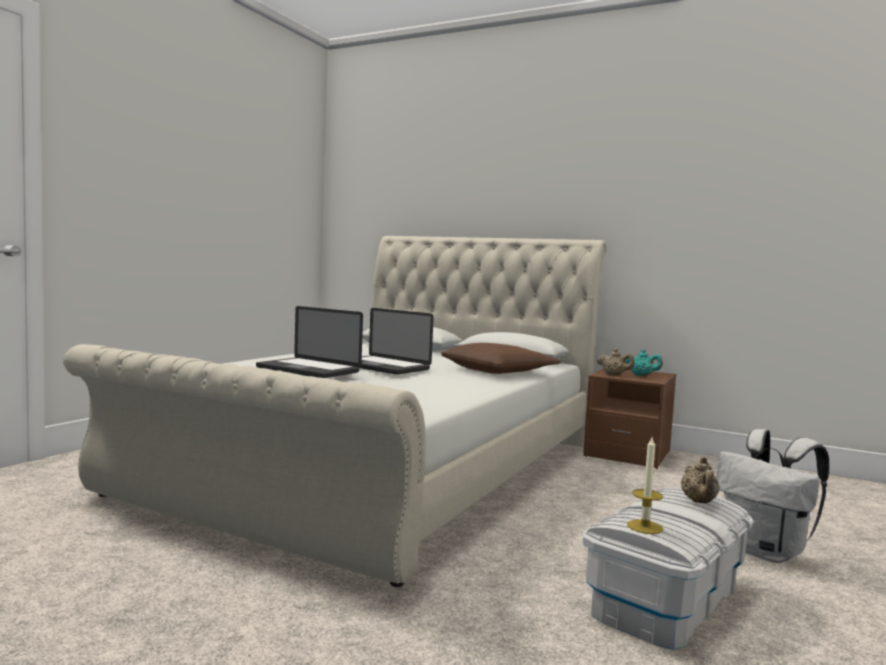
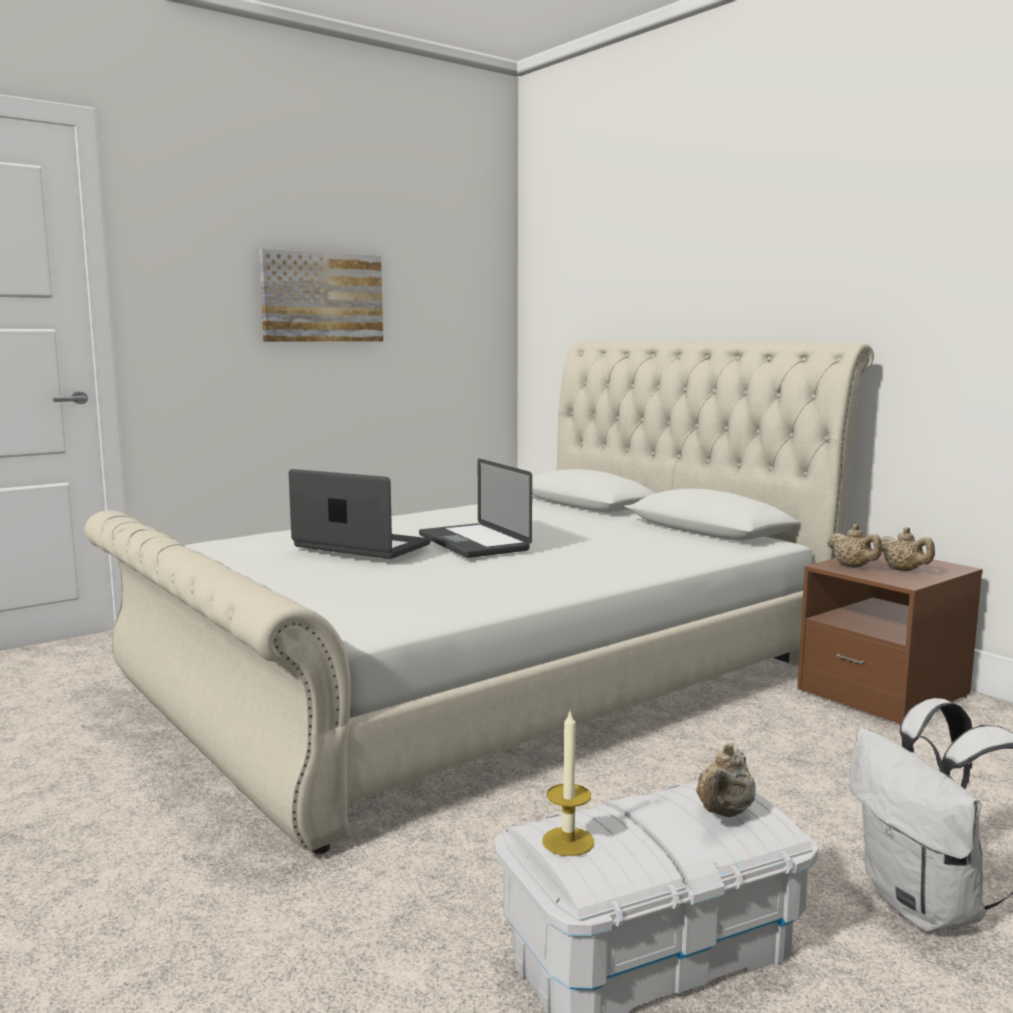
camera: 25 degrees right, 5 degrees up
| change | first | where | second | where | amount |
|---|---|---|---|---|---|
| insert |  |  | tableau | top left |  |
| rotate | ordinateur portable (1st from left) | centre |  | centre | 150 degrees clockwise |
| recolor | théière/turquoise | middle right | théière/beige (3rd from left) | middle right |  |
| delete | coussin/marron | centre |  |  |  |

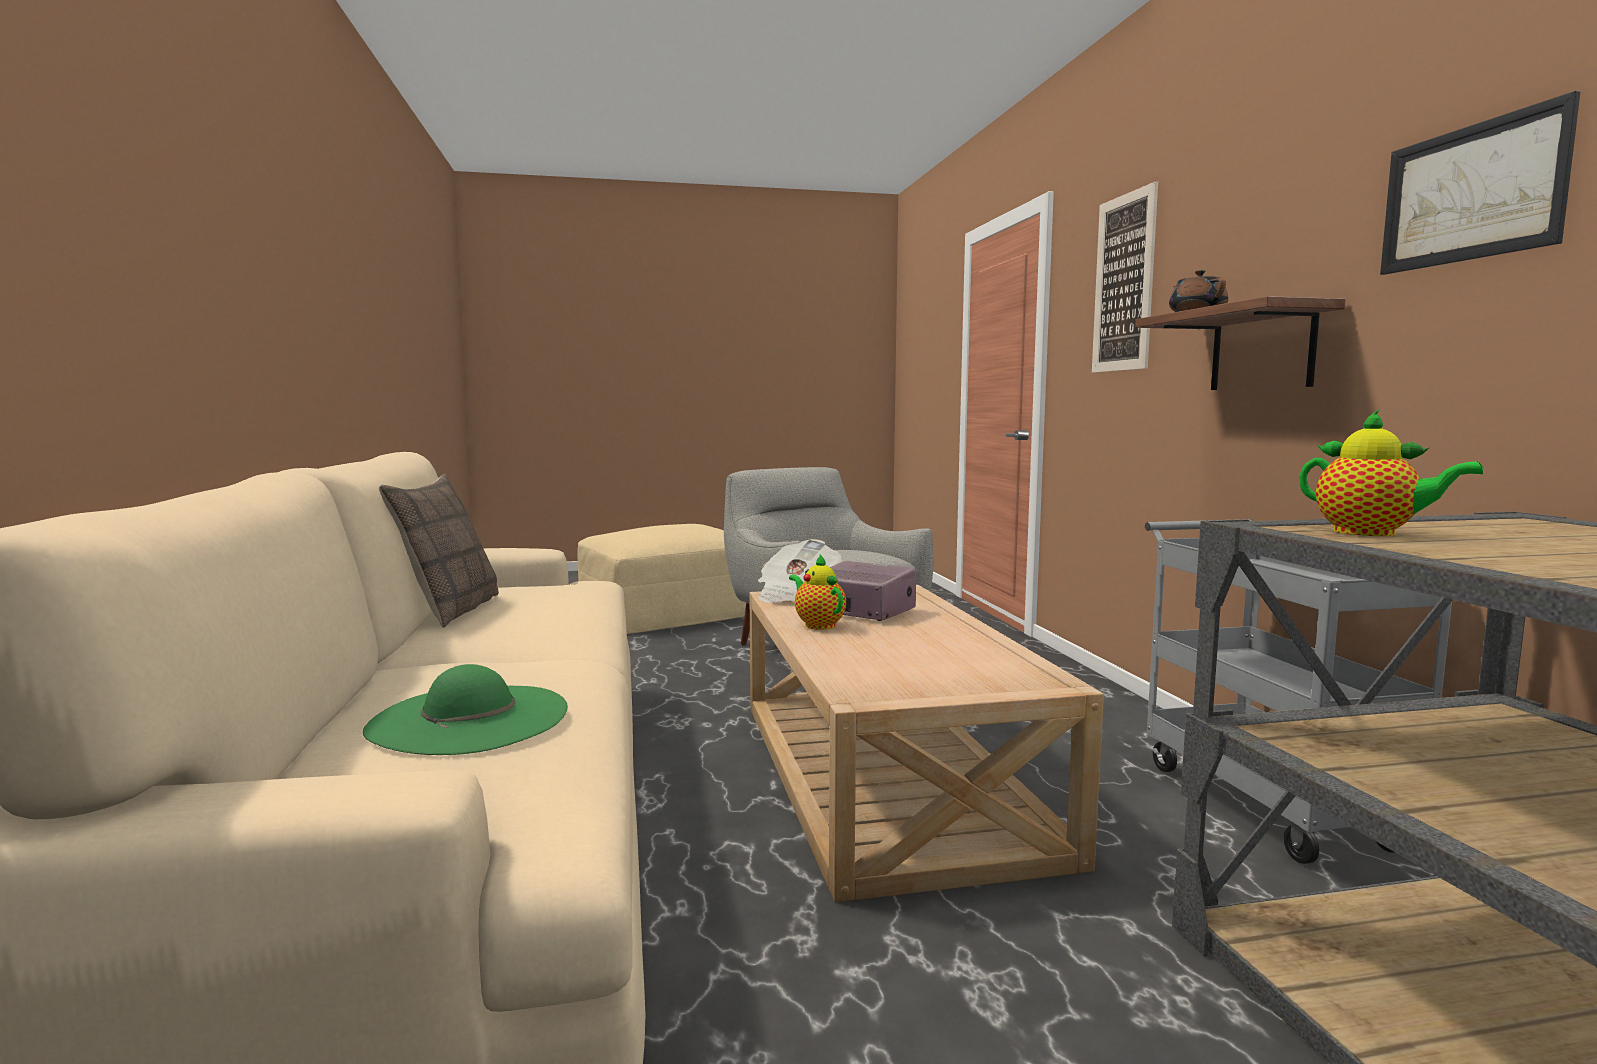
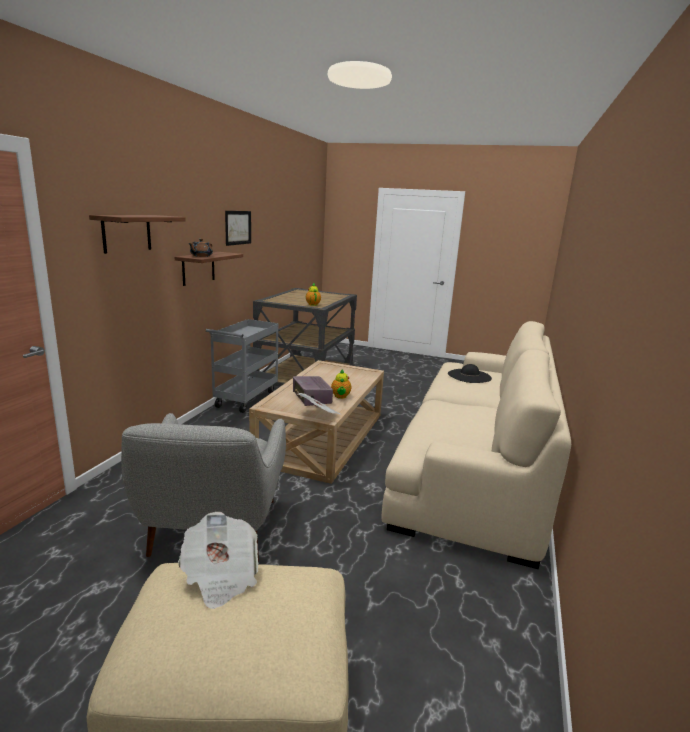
camera: 150 degrees left, 10 degrees up
| change | first | where | second | where | amount |
|---|---|---|---|---|---|
| replace | tableau (1st from left) | top right | étagère (1st from left) | top left |  |
| insert |  |  | journal (1st from left) | bottom left |  |
| recolor | chapeau/vert | middle left | chapeau/noir | middle right |  |
| delete | coussin | middle left |  |  |  |

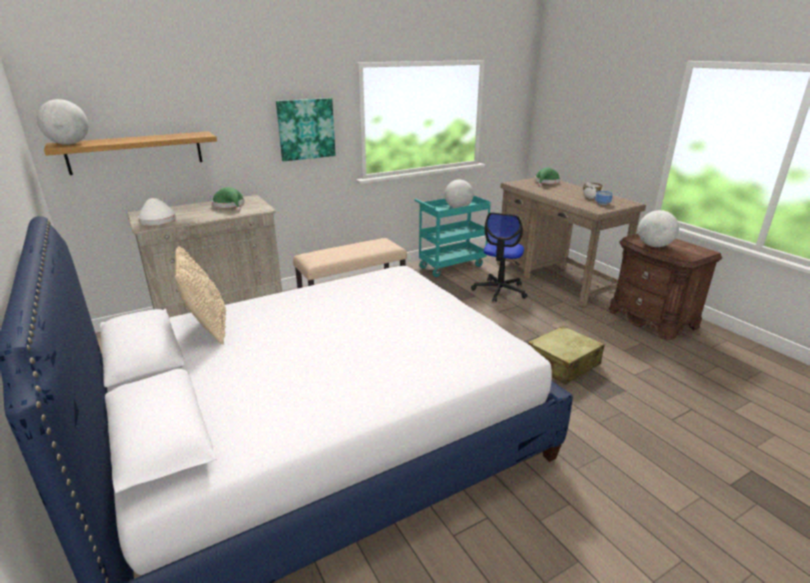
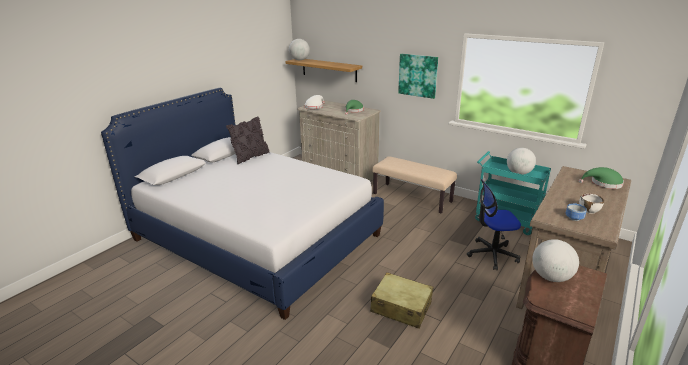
camera: 65 degrees right, 0 degrees up
| change | first | where | second | where | amount |
|---|---|---|---|---|---|
| recolor | coussin/beige | middle left | coussin/noir | centre |  |

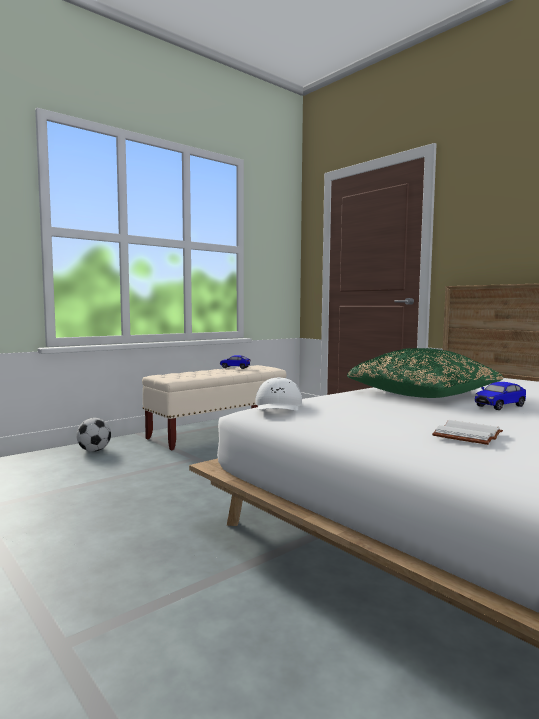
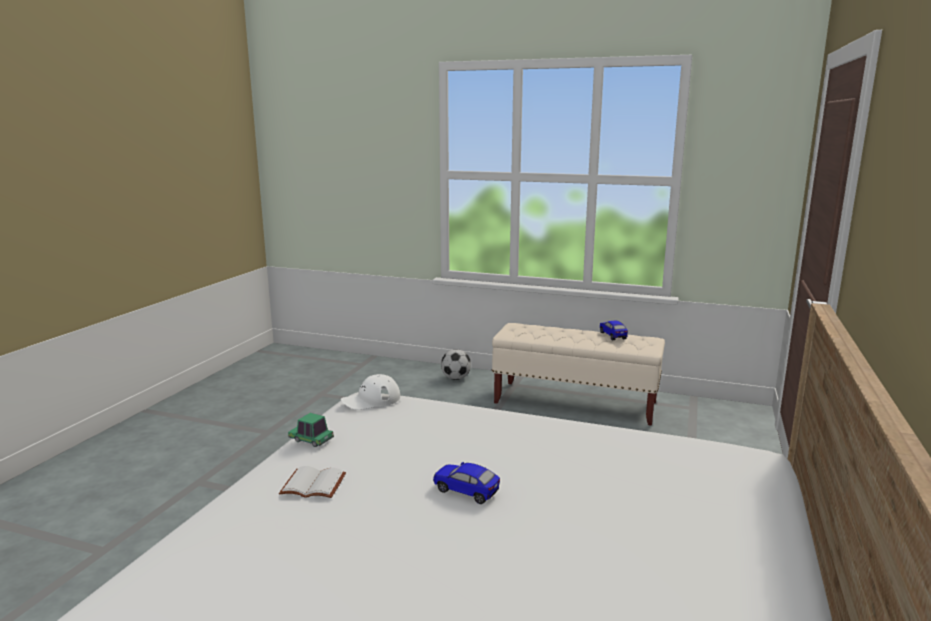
camera: 60 degrees right, 10 degrees up
| change | first | where | second | where | amount |
|---|---|---|---|---|---|
| insert |  |  | petite voiture (1st from left) | bottom centre |  |
| delete | coussin/vert | middle right |  |  |  |

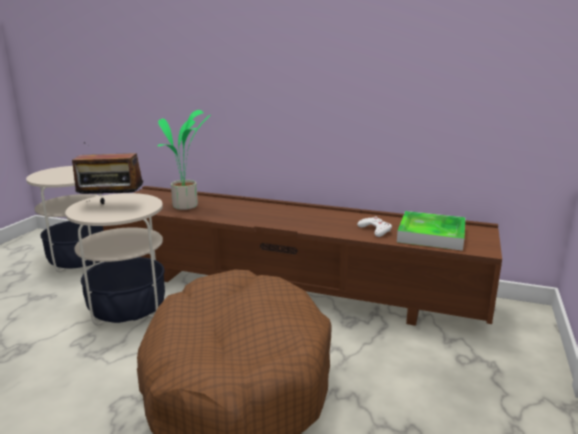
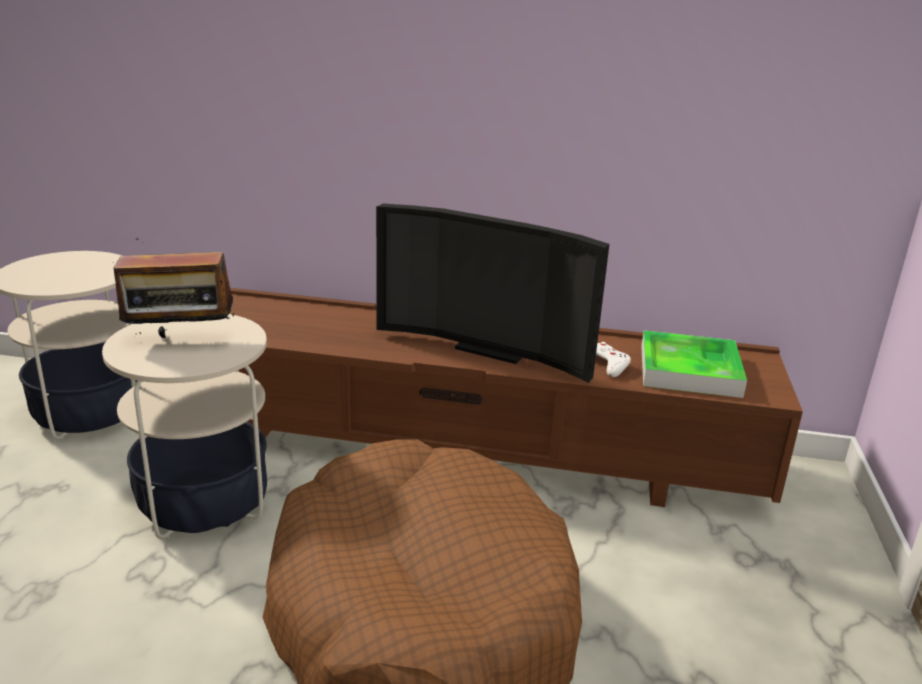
camera: 10 degrees left, 5 degrees up
| change | first | where | second | where | amount |
|---|---|---|---|---|---|
| insert |  |  | téléviseur | centre |  |
| delete | plante en pot | middle left |  |  |  |

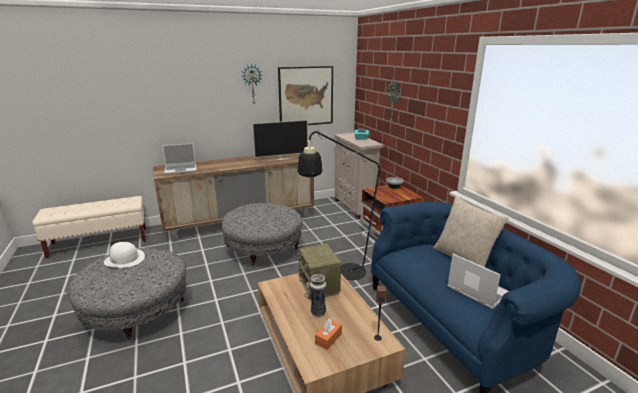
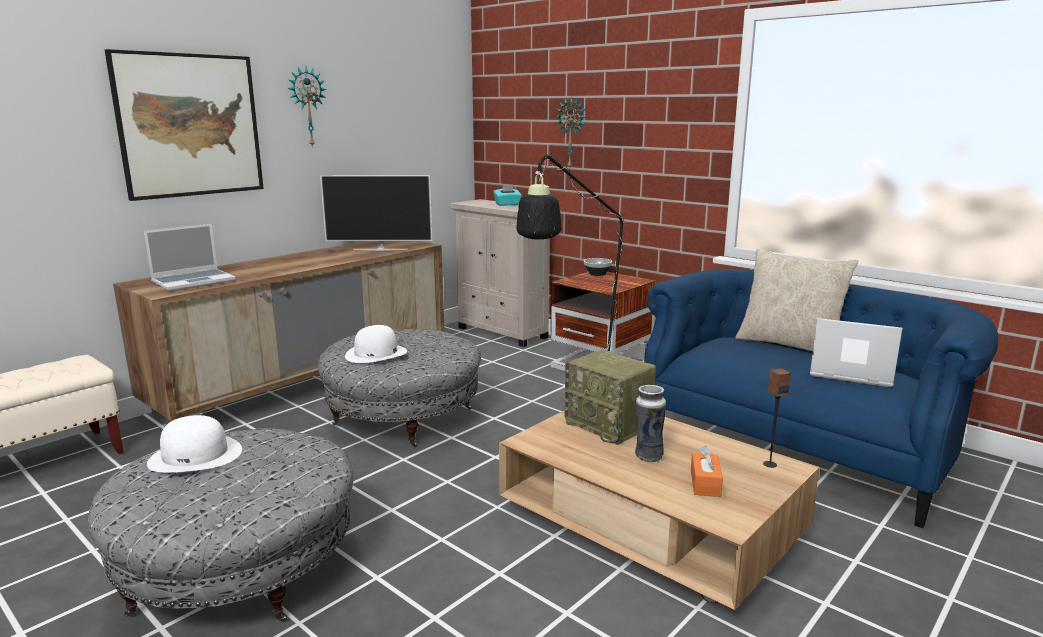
camera: 25 degrees left, 5 degrees down
| change | first | where | second | where | amount |
|---|---|---|---|---|---|
| move | tableau | top centre |  | top left |  |
| rotate | téléviseur | centre |  | centre | 45 degrees clockwise |
| insert |  |  | chapeau/blanc (2nd from left) | centre |  |

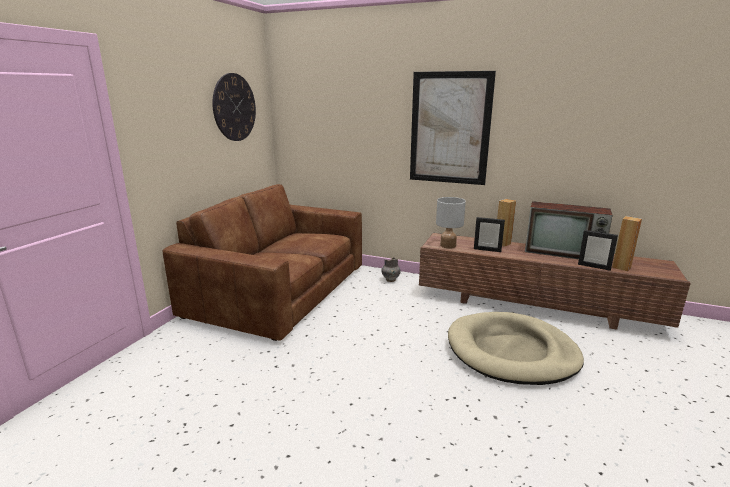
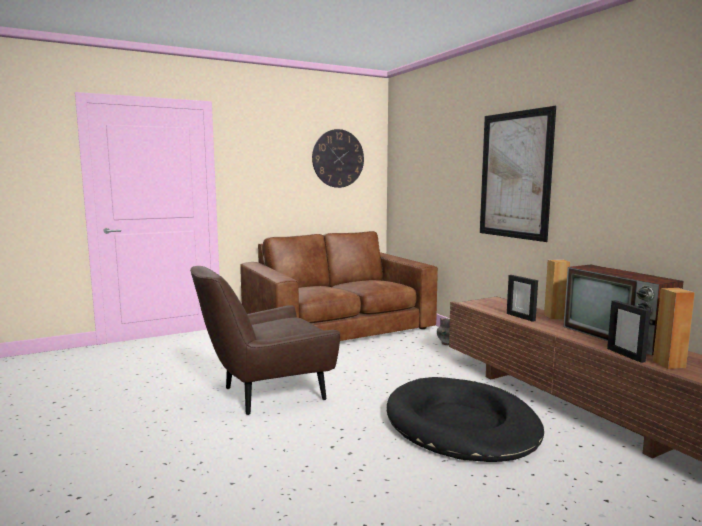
camera: 40 degrees right, 10 degrees down
| change | first | where | second | where | amount |
|---|---|---|---|---|---|
| insert |  |  | fauteuil/marron | centre |  |
| recolor | panier pour chien/beige | bottom right | panier pour chien/noir | bottom centre |  |
| delete | lampe de table/gris | centre |  |  |  |

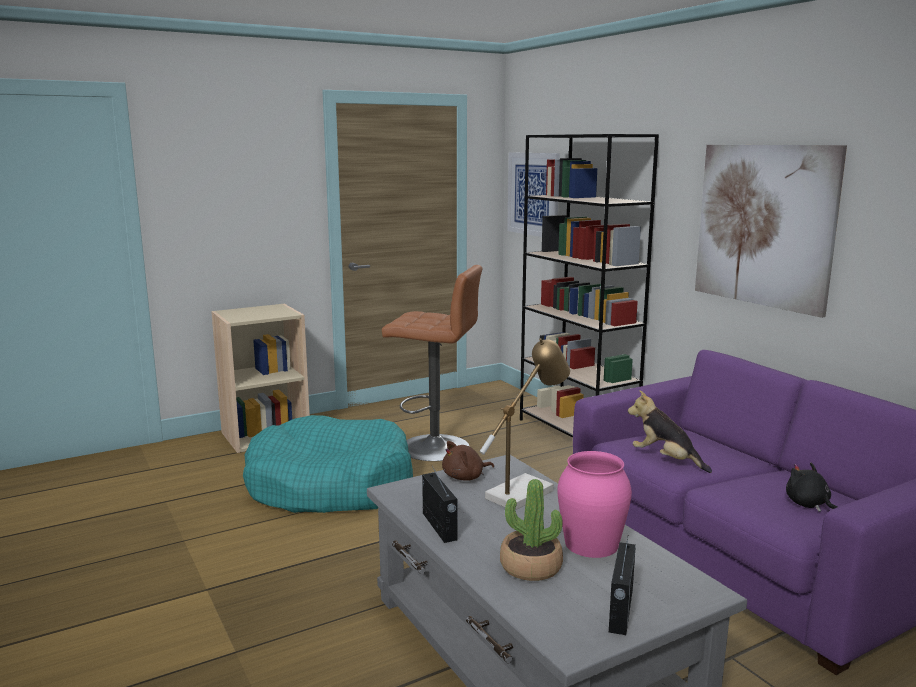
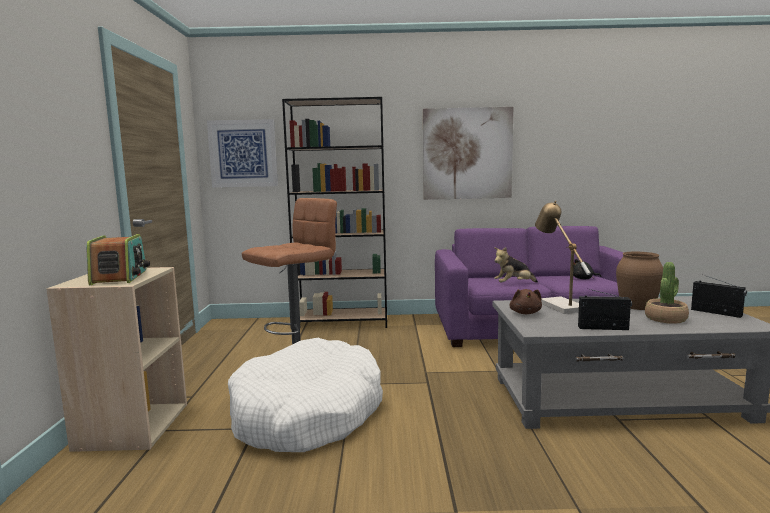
camera: 60 degrees left, 5 degrees down
| change | first | where | second | where | amount |
|---|---|---|---|---|---|
| insert |  |  | radio (1st from left) | middle left |  |
| recolor | panier pour chien/turquoise | bottom centre | panier pour chien/blanc | bottom centre |  |
| recolor | vase/rose | bottom centre | vase/marron | middle right |  |

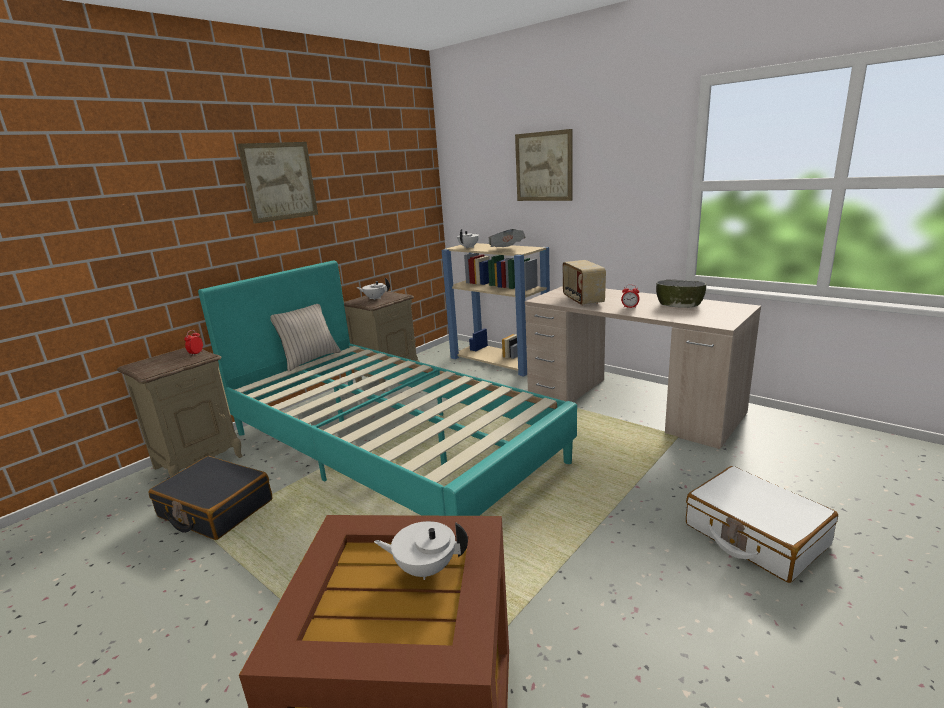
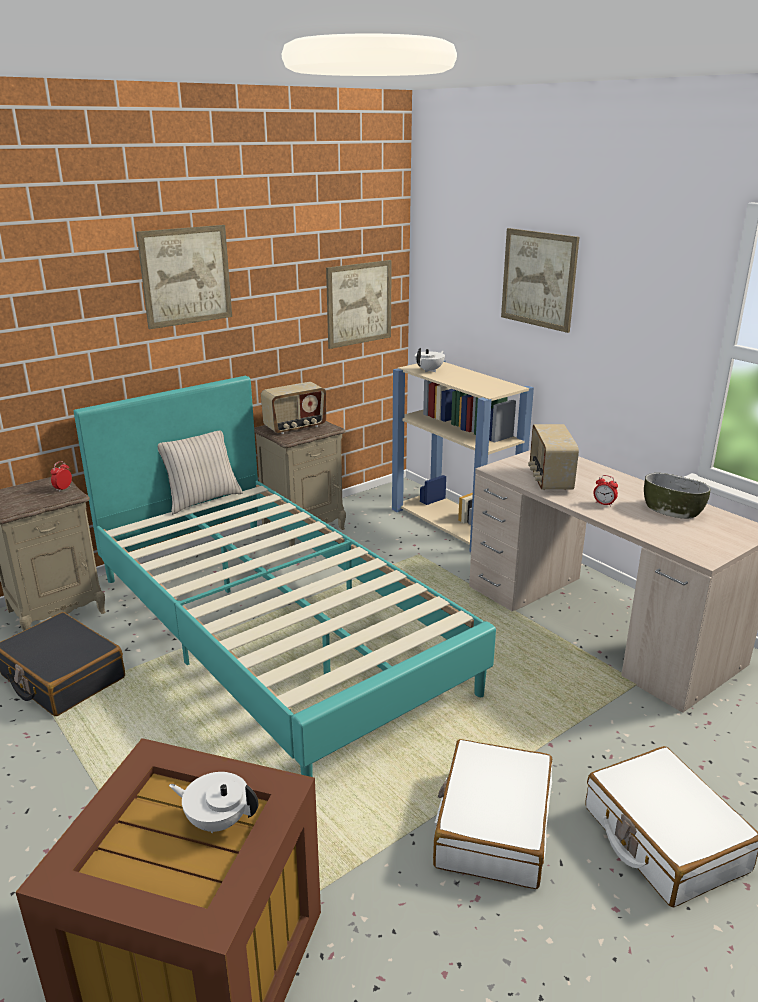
camera: 10 degrees right, 5 degrees up
| change | first | where | second | where | amount |
|---|---|---|---|---|---|
| replace | théière/blanc (1st from left) | centre | radio (1st from left) | centre |  |
| insert |  |  | tableau (2nd from left) | top centre |  |
| insert |  |  | valise/blanc (1st from left) | bottom centre |  |
| delete | journal | centre |  |  |  |

